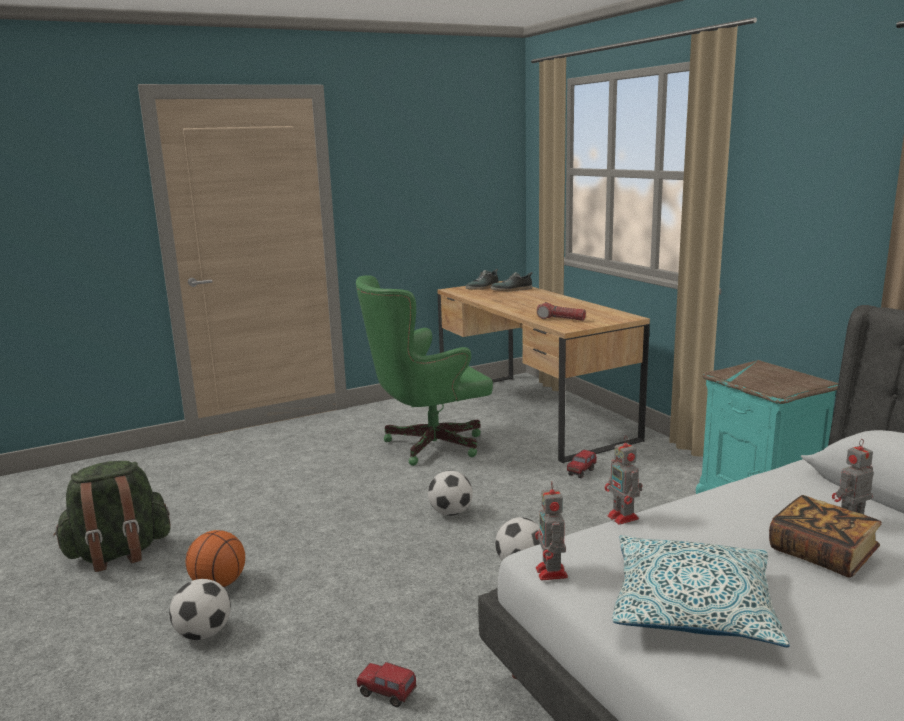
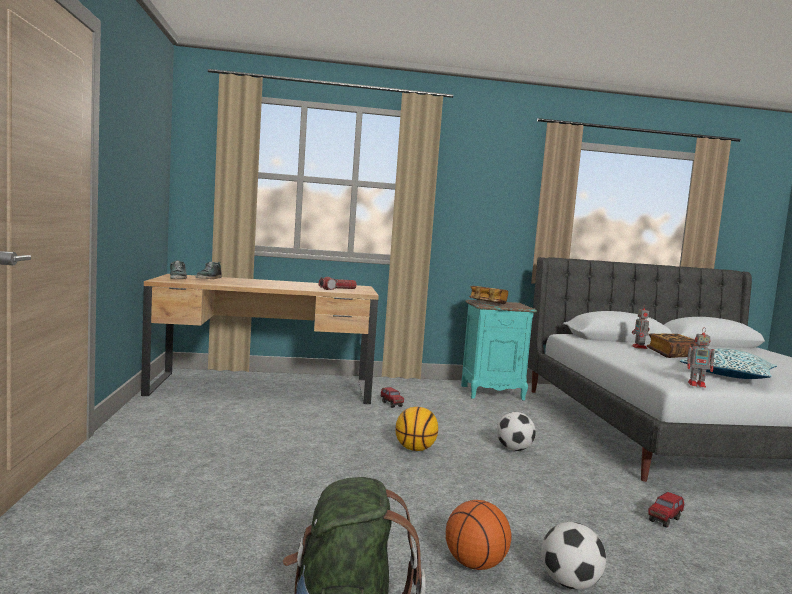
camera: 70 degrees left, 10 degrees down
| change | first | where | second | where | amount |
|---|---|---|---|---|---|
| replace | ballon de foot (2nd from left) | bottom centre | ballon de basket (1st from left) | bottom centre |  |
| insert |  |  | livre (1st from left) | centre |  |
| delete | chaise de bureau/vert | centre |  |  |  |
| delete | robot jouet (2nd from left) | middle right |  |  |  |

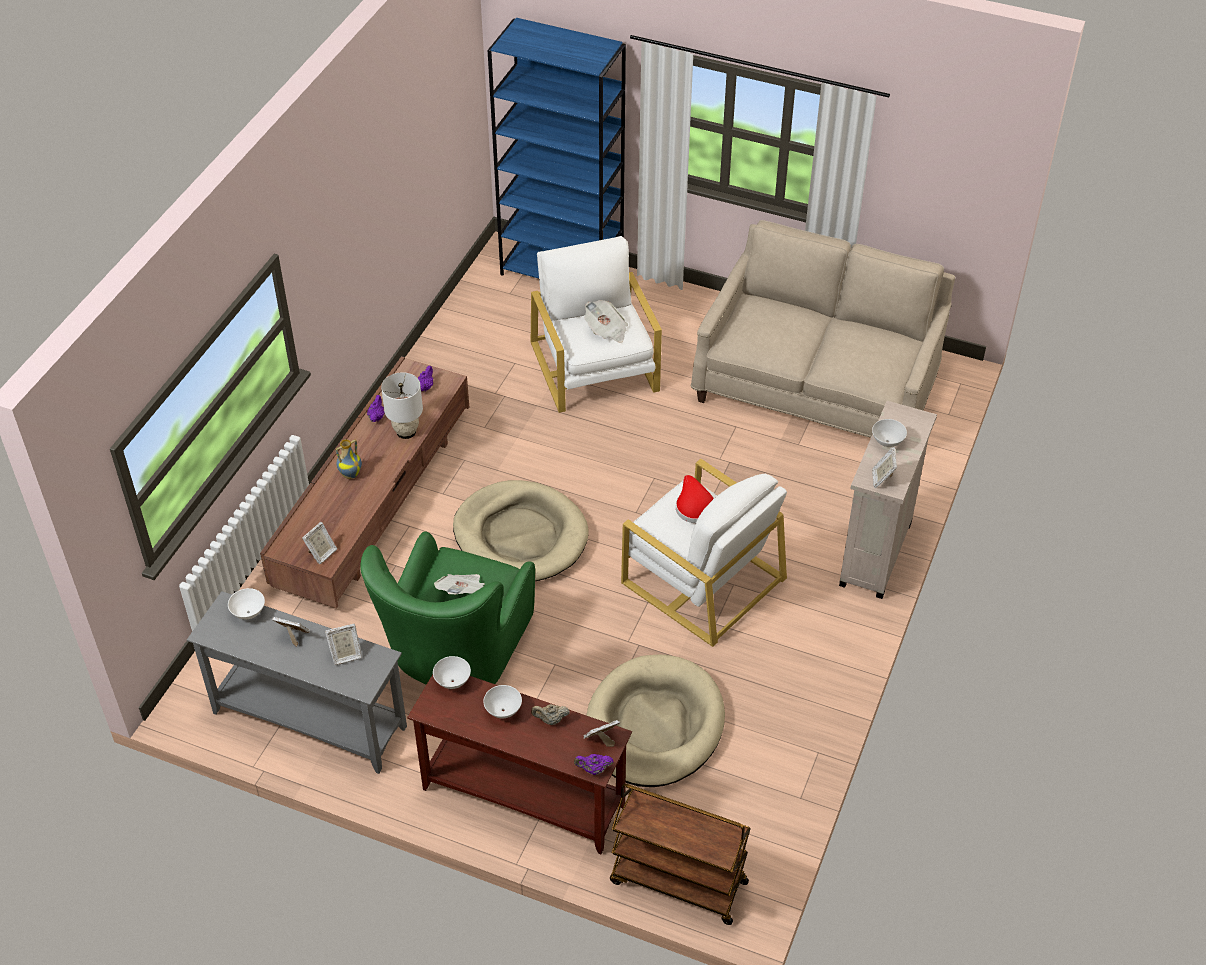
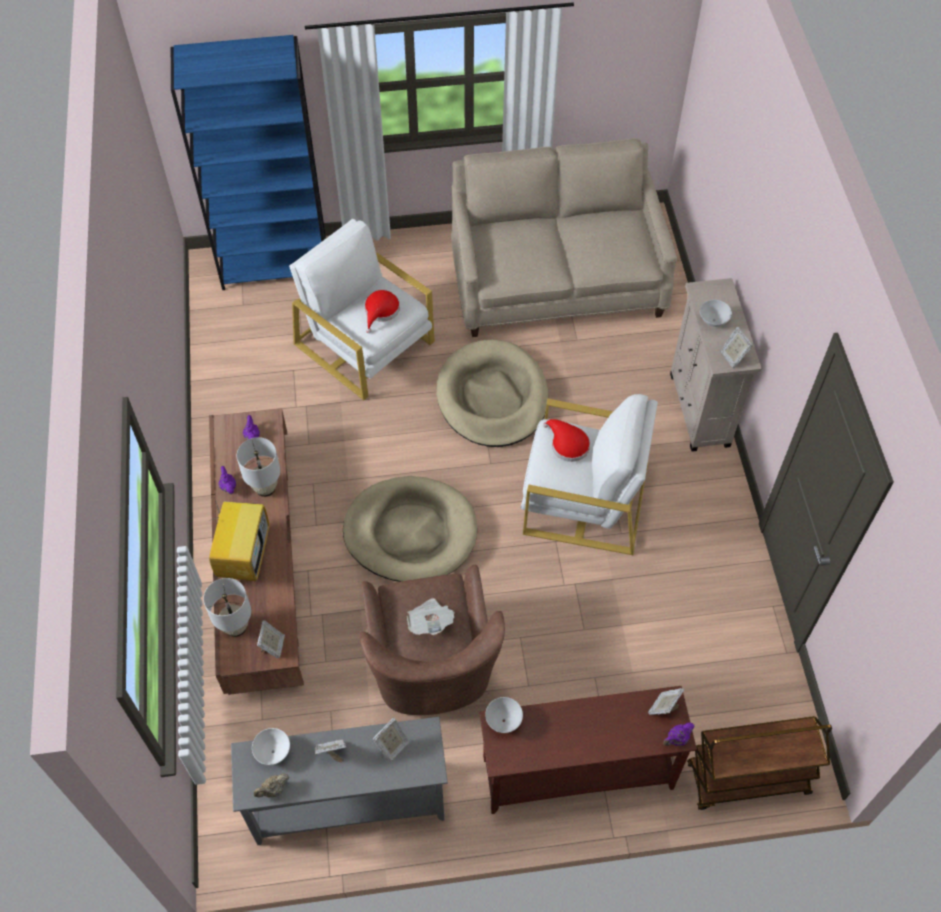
camera: 30 degrees left, 10 degrees up
| change | first | where | second | where | amount |
|---|---|---|---|---|---|
| insert |  |  | lampe de table/blanc (1st from left) | middle left |  |
| replace | vase | middle left | téléviseur | middle left |  |
| move | théière/beige | bottom centre |  | bottom left |  |
| recolor | fauteuil/vert | centre | fauteuil/marron | bottom centre |  |
| replace | journal (2nd from left) | top centre | chapeau/rouge (1st from left) | centre |  |
| move | panier pour chien/beige (2nd from left) | bottom centre |  | centre |  |
| delete | bol/blanc (3rd from left) | bottom centre |  |  |  |

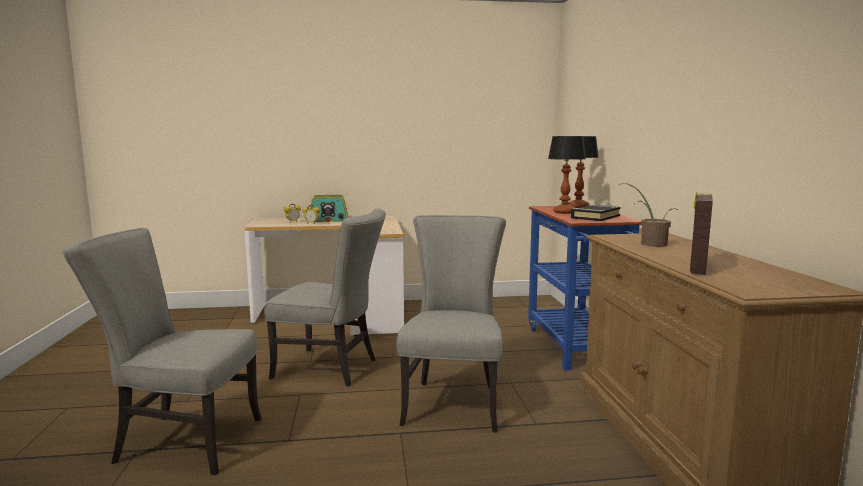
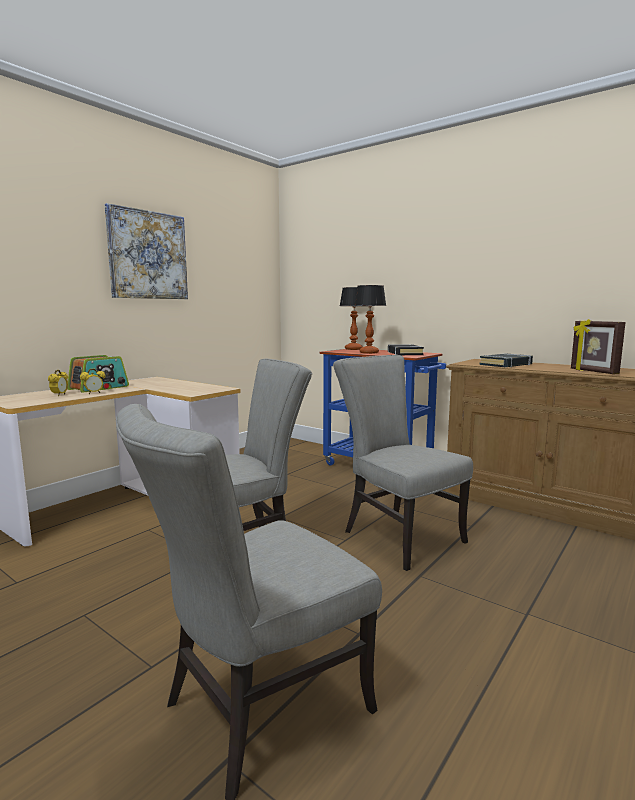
camera: 45 degrees left, 0 degrees up
| change | first | where | second | where | amount |
|---|---|---|---|---|---|
| insert |  |  | tableau | top left |  |
| replace | plante en pot | middle right | livre/noir (2nd from left) | middle right |  |

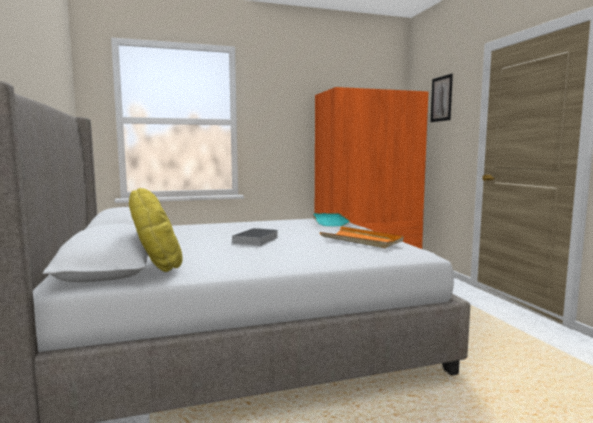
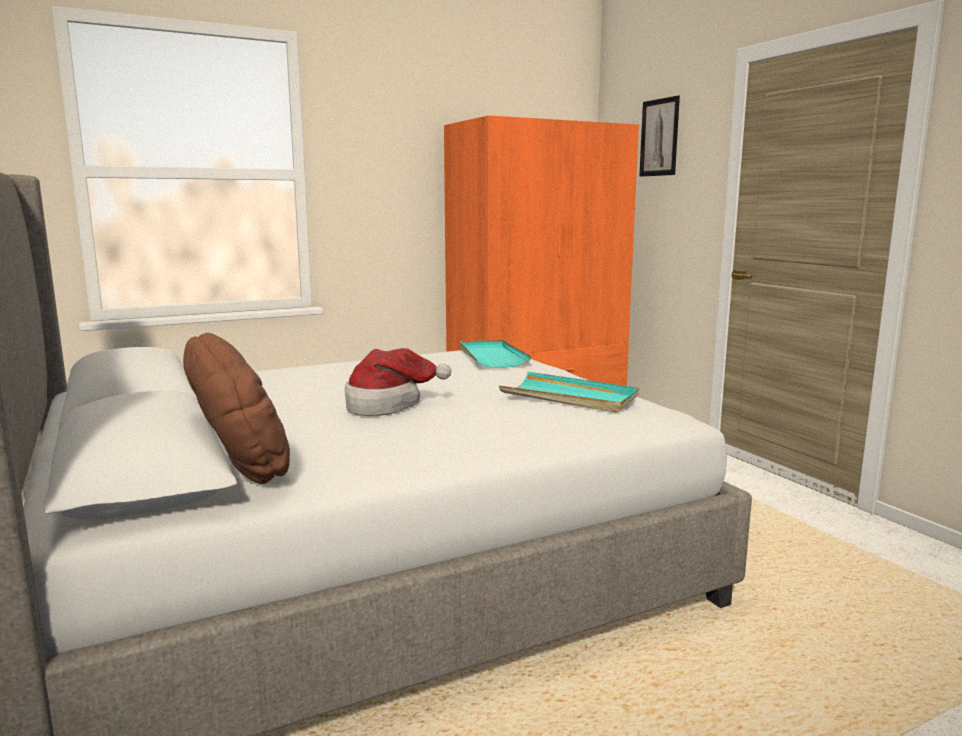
camera: 10 degrees left, 5 degrees up
| change | first | where | second | where | amount |
|---|---|---|---|---|---|
| recolor | coussin/jaune | middle left | coussin/marron | middle left |  |
| replace | livre | centre | chapeau | centre |  |
| recolor | plateau/orange | centre | plateau/turquoise (2nd from left) | centre |  |

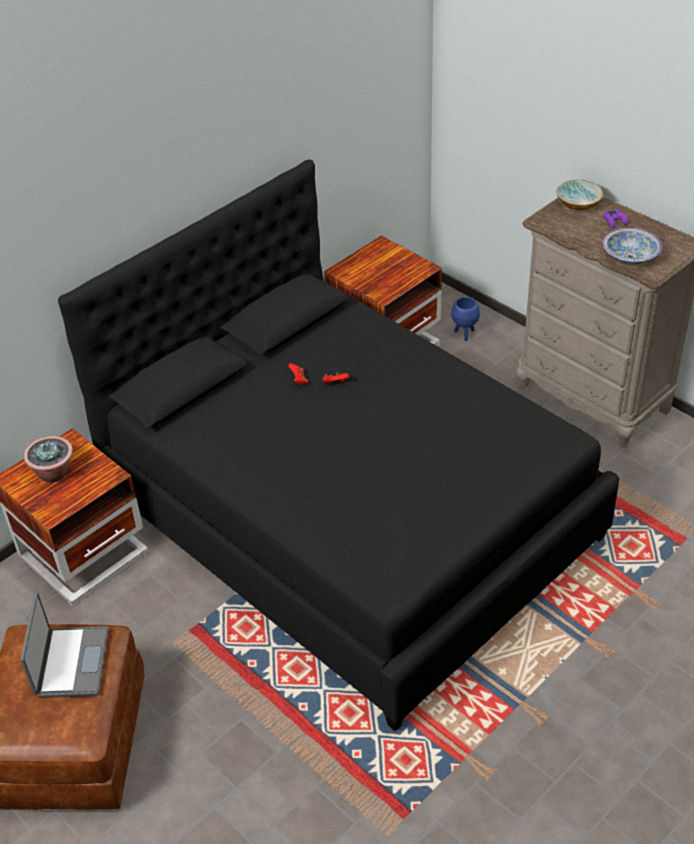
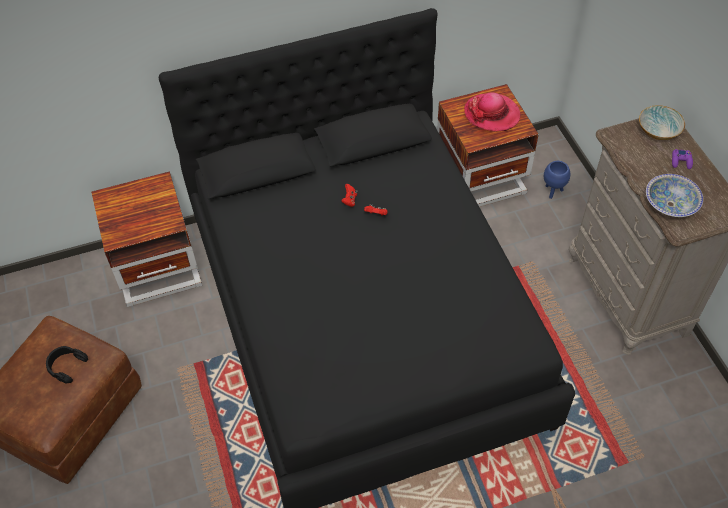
camera: 25 degrees right, 10 degrees up
| change | first | where | second | where | amount |
|---|---|---|---|---|---|
| replace | ordinateur portable | bottom left | casque audio/noir | bottom left |  |
| insert |  |  | chapeau | top right |  |
| delete | plante en pot | middle left |  |  |  |

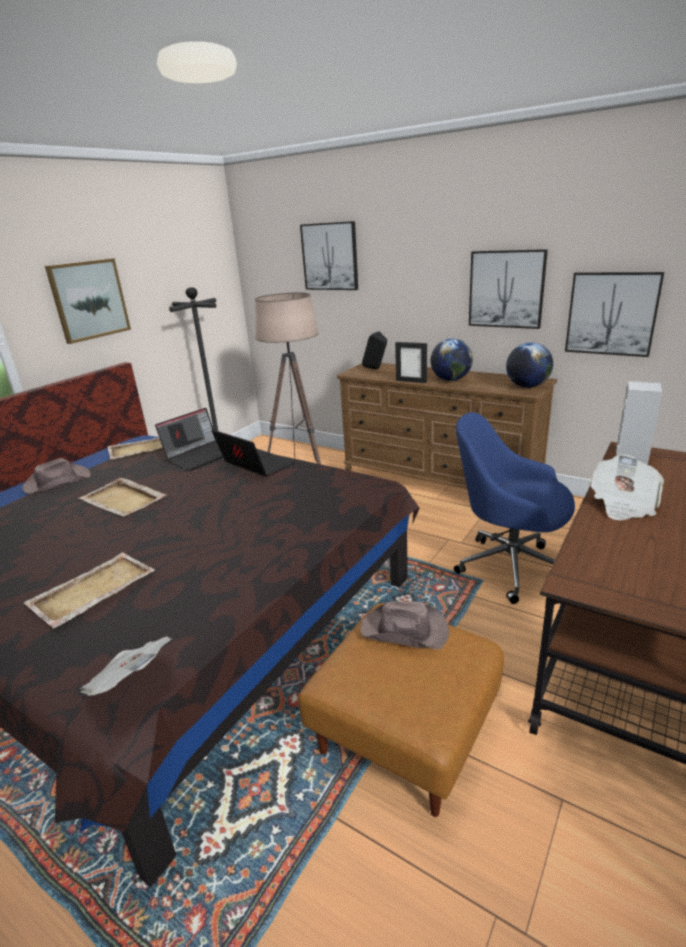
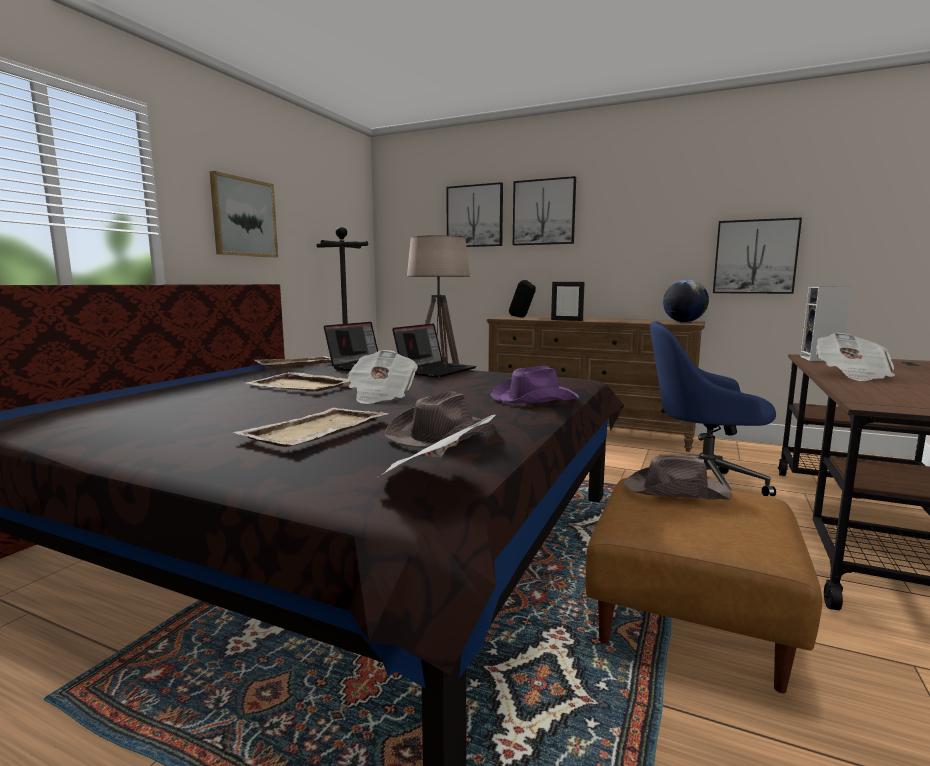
camera: 10 degrees left, 15 degrees down
| change | first | where | second | where | amount |
|---|---|---|---|---|---|
| insert |  |  | journal (1st from left) | centre |  |
| move | chapeau/marron (1st from left) | middle left |  | centre |  |
| rotate | ordinateur portable (2nd from left) | centre |  | centre | 90 degrees clockwise |
| insert |  |  | chapeau/violet | centre |  |
| move | tableau (3rd from left) | top right |  | top centre |  |
| delete | globe (1st from left) | centre |  |  |  |

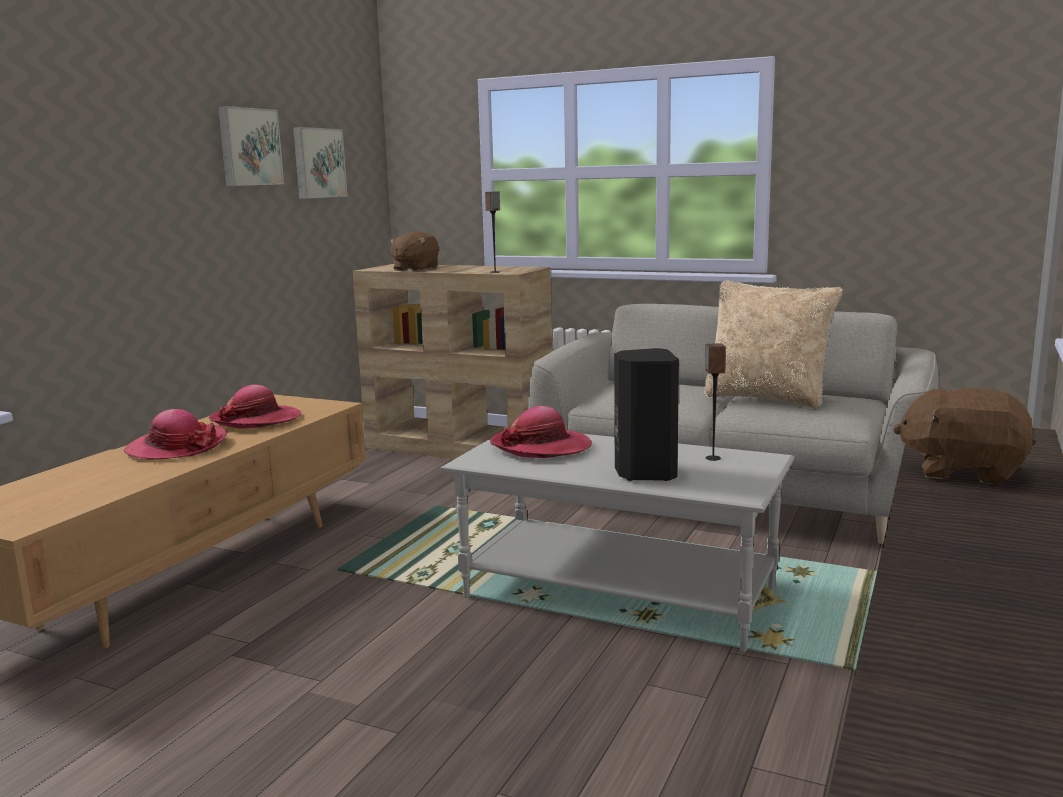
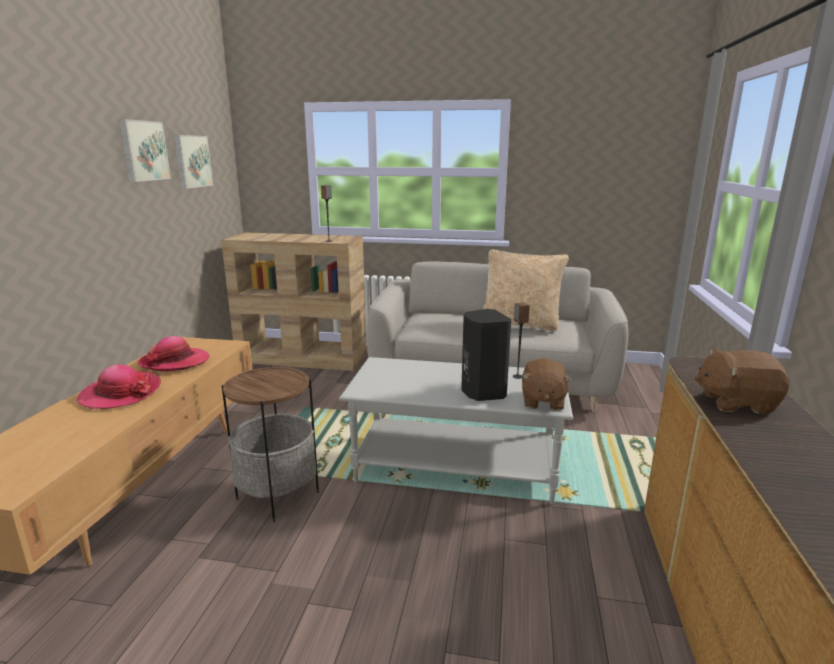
camera: 15 degrees left, 5 degrees up
| change | first | where | second | where | amount |
|---|---|---|---|---|---|
| insert |  |  | table d'appoint | bottom left |  |
| move | peluche/marron (1st from left) | top centre |  | centre |  |
| delete | chapeau (3rd from left) | centre |  |  |  |

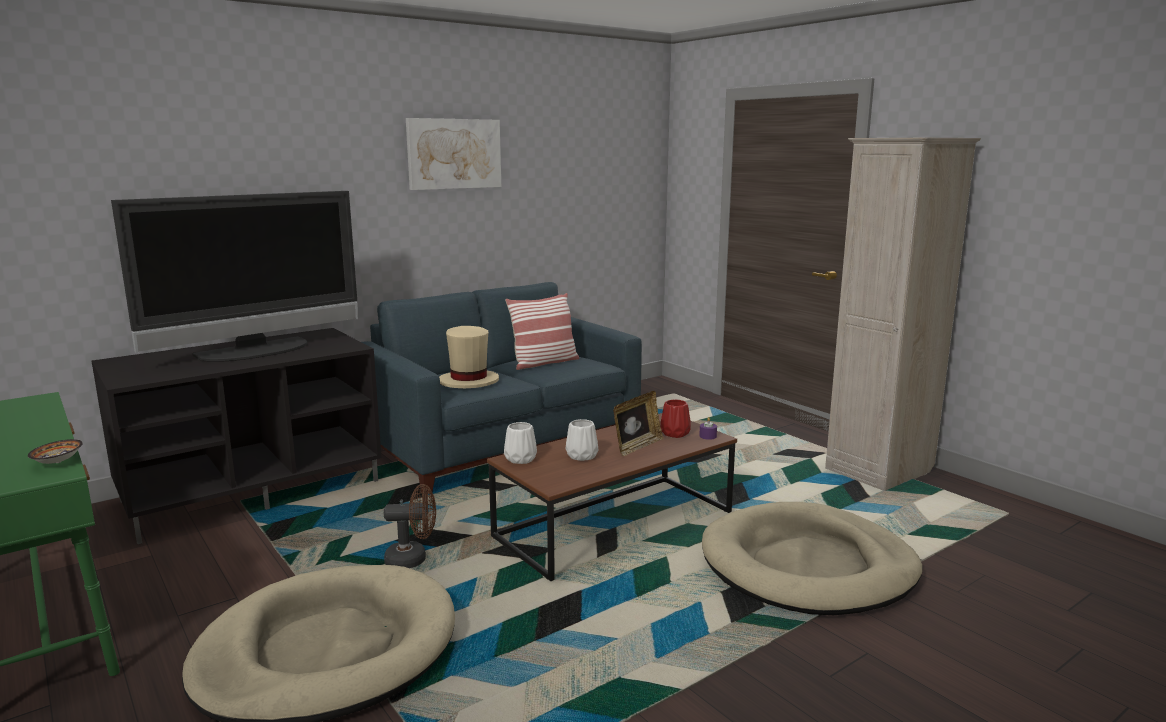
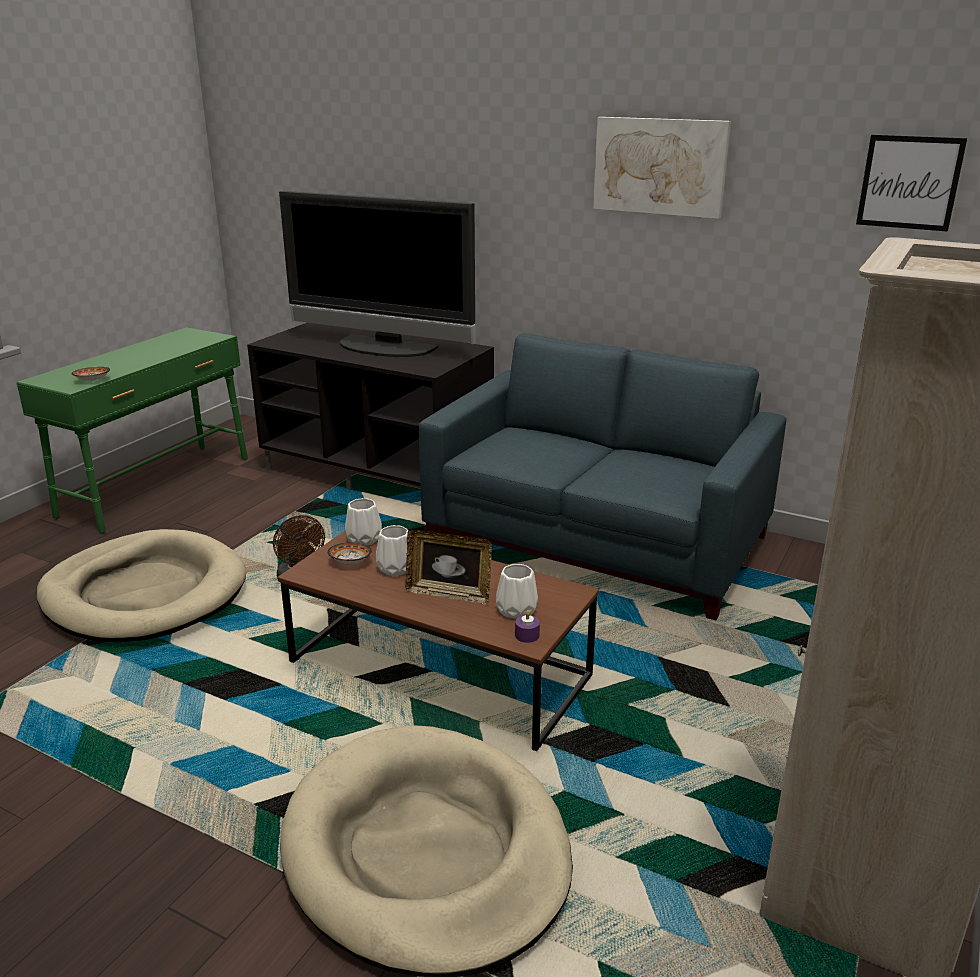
camera: 65 degrees right, 10 degrees up
| change | first | where | second | where | amount |
|---|---|---|---|---|---|
| insert |  |  | bol (2nd from left) | centre |  |
| recolor | vase/rouge | centre | vase/blanc (3rd from left) | centre |  |
| insert |  |  | tableau (2nd from left) | top right |  |
| delete | chapeau/beige | centre |  |  |  |
| delete | coussin | centre |  |  |  |

